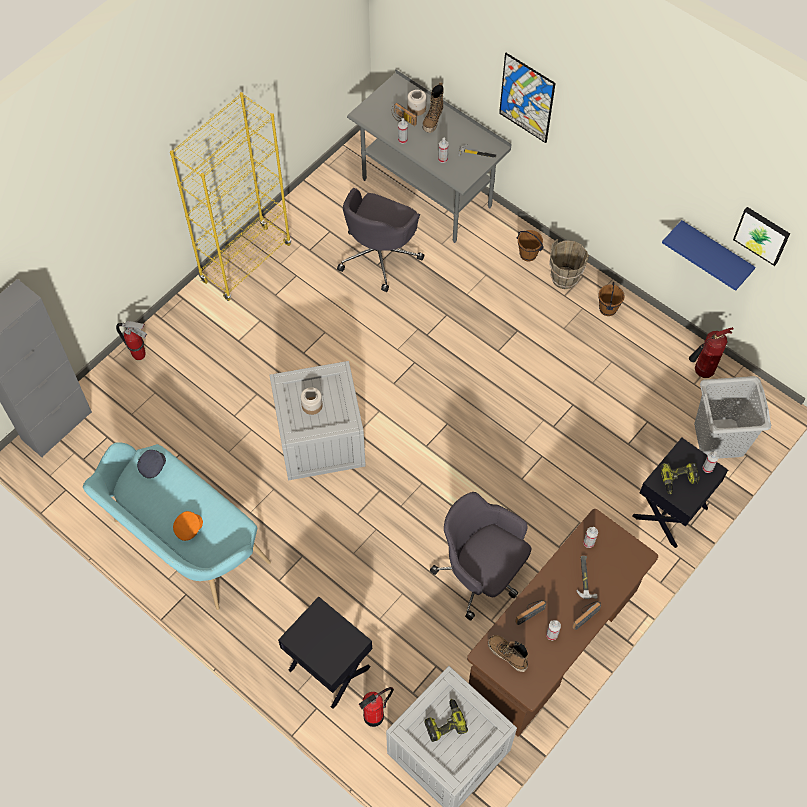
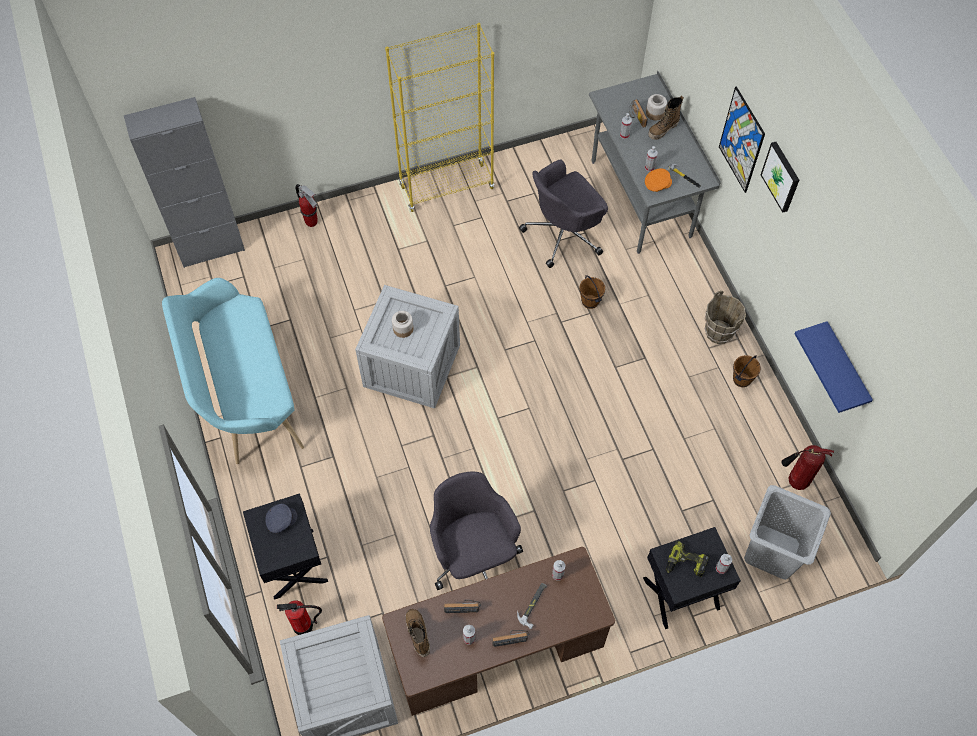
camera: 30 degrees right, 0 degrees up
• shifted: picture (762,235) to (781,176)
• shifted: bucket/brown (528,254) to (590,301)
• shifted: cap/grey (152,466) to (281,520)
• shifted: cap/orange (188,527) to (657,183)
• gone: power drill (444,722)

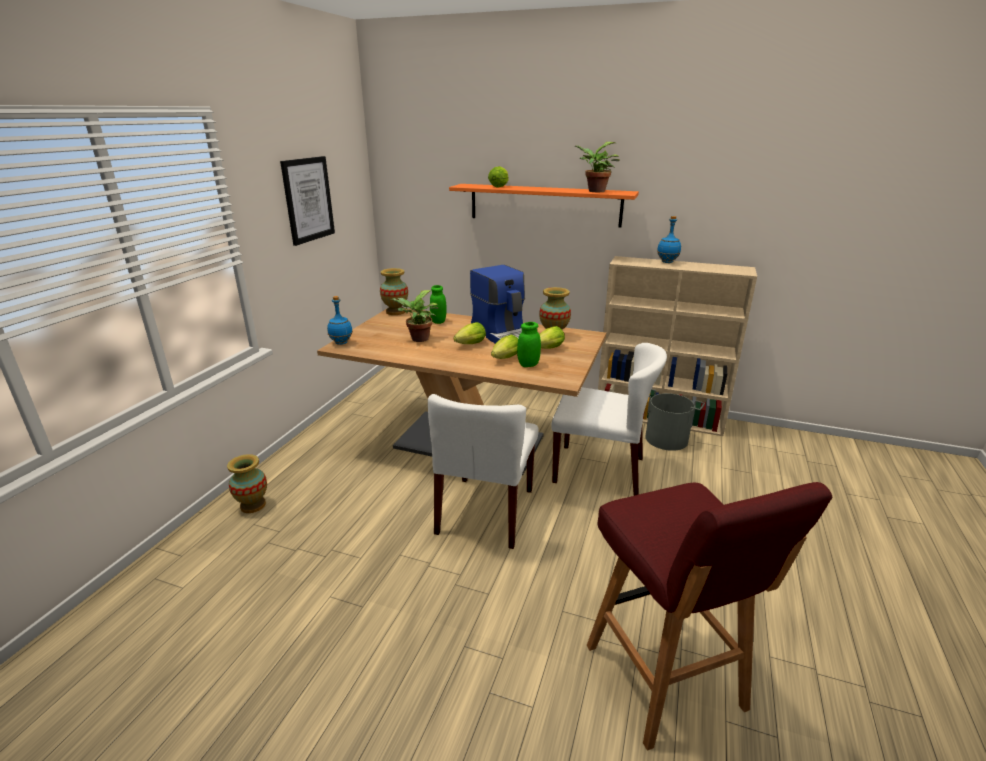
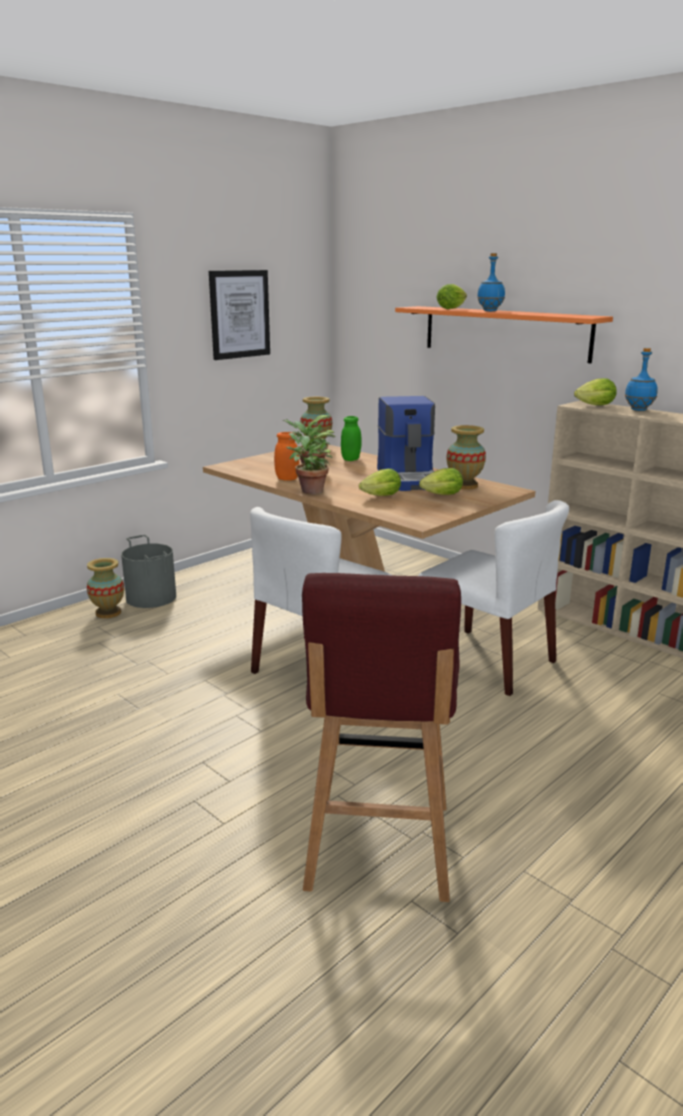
camera: 25 degrees right, 5 degrees down
• shifted: potted plant (594,191) to (309,491)
• shifted: bottle/blue (342,343) to (490,311)
• shifted: lettuce (469,345) to (593,405)
• gone: jar/green (528,364)
• shifted: bucket/grey (666,438) to (152,597)
• new: jar/orange (287,479)

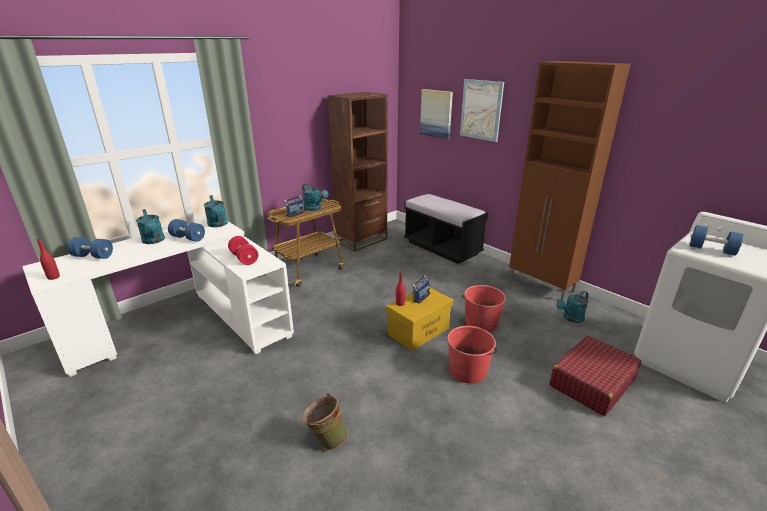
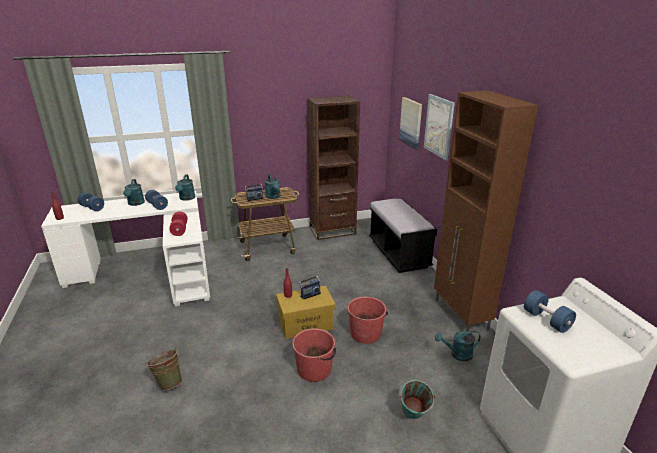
camera: 25 degrees right, 0 degrees up
• swapped: suitcase/red (591,383) to bucket/turquoise (413,418)

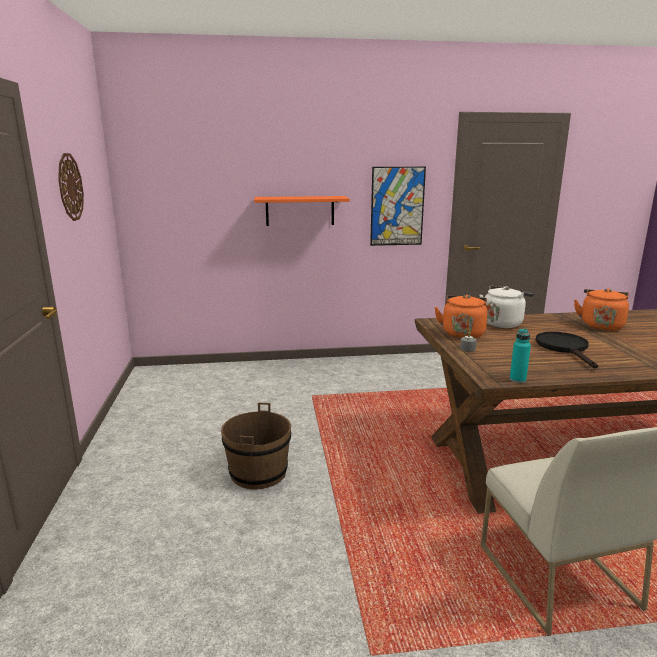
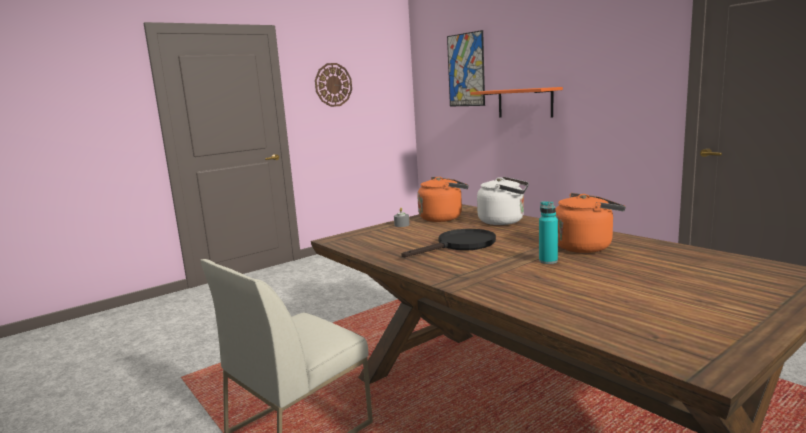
camera: 60 degrees right, 5 degrees down
• shifted: picture (397,206) to (466,70)
• shifted: bottle/turquoise (517,380) to (548,261)
• gone: bucket/brown (258,473)

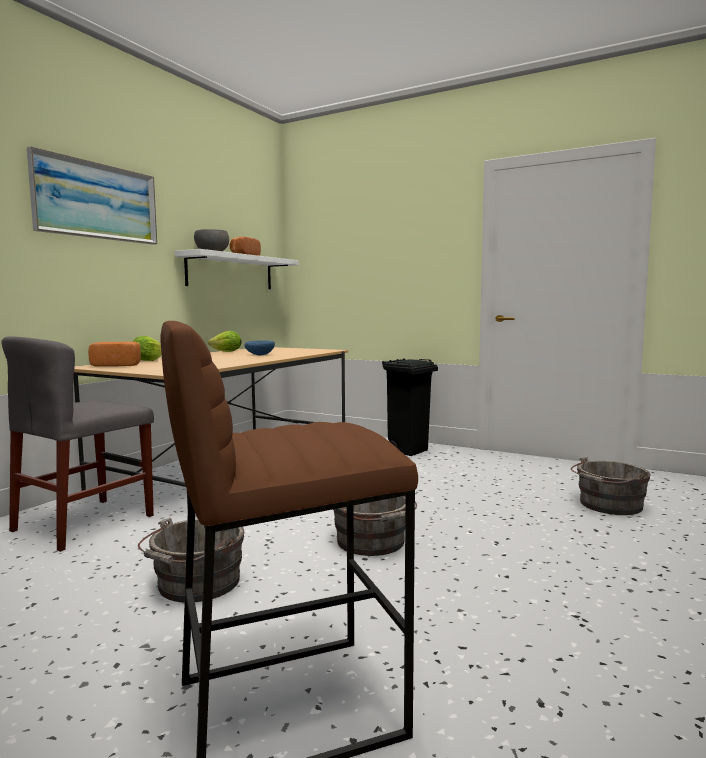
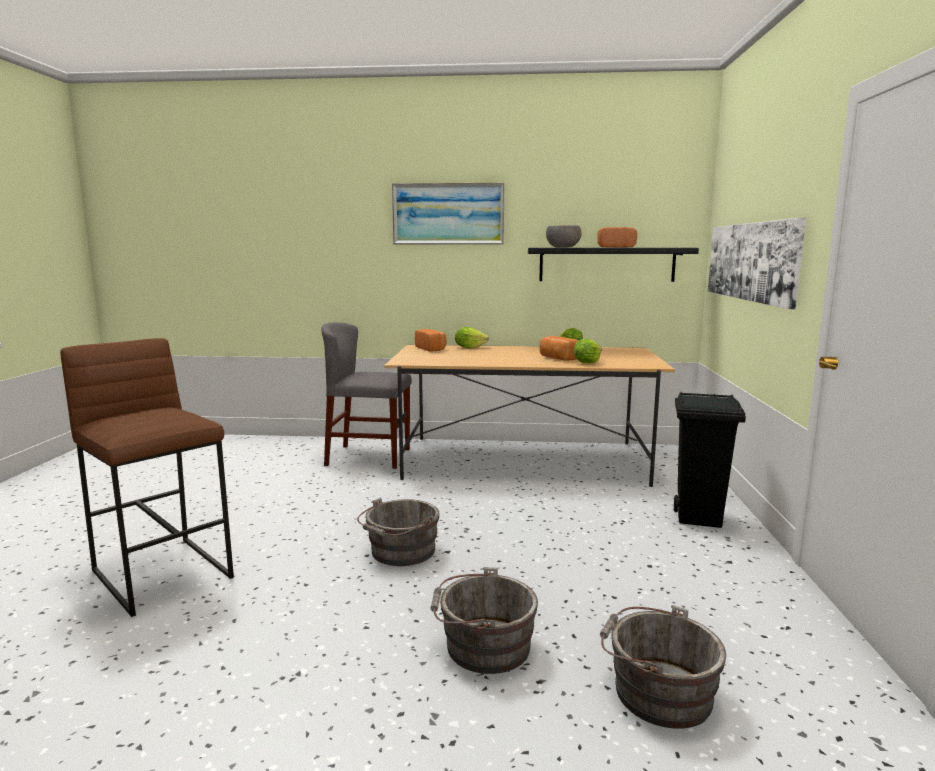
camera: 65 degrees right, 5 degrees up
• repainted: shelf/white (231,272) to shelf/black (606,264)
• swapped: bowl/blue (259,355) to bread (557,358)
• shifted: bucket/grey (195,585) to (482,646)
• new: picture (750,261)
• new: lettuce (587,363)

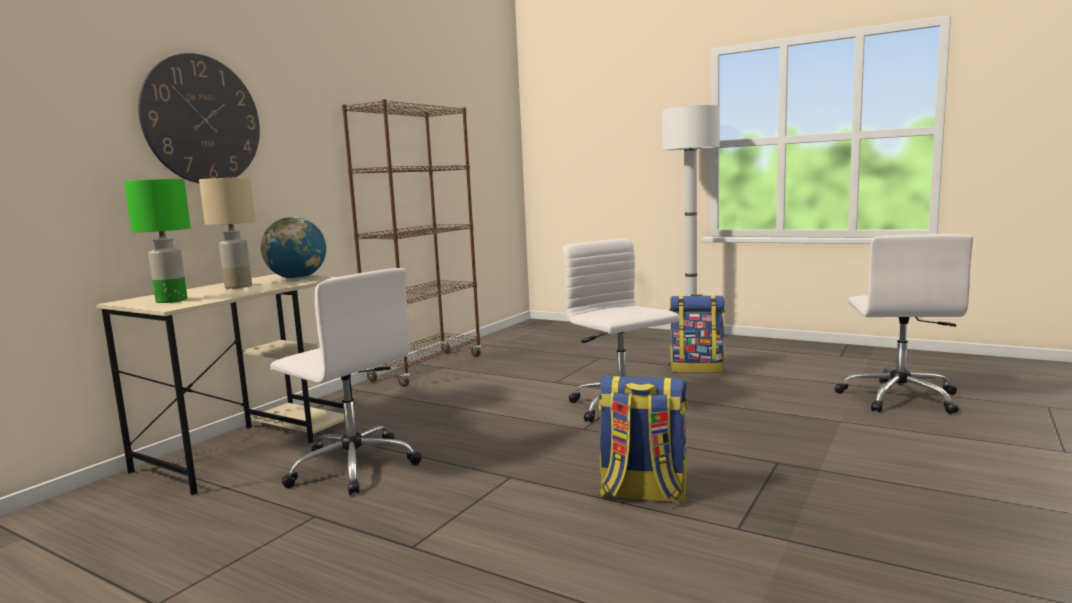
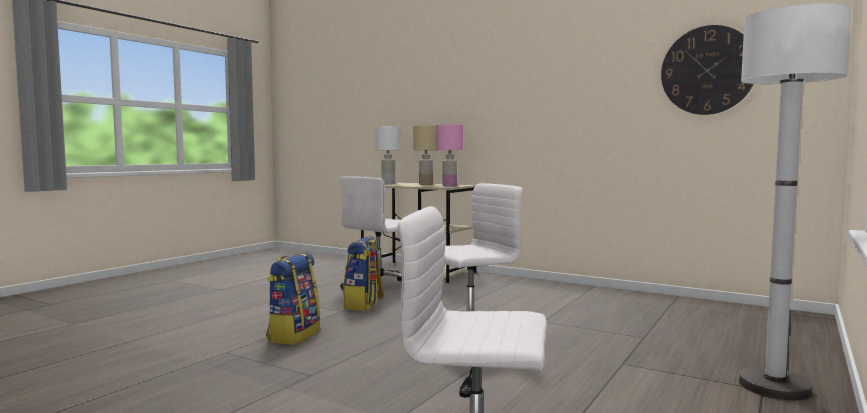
camera: 90 degrees right, 5 degrees down
• shifted: wall clock (202,120) to (707,70)
• gone: bookcase/brown (427,368)
• repainted: table lamp/green (171,300) to table lamp/white (388,183)
• swapped: globe (297,278) to table lamp/pink (449,186)
• shifted: backpack (697,368) to (364,305)

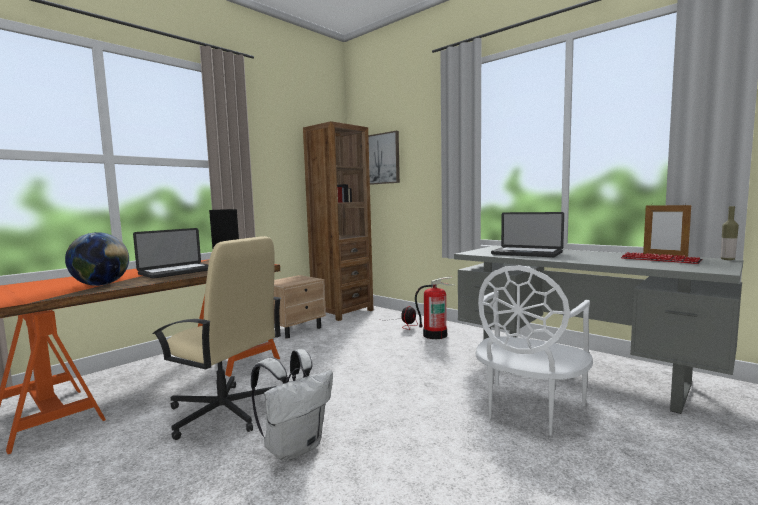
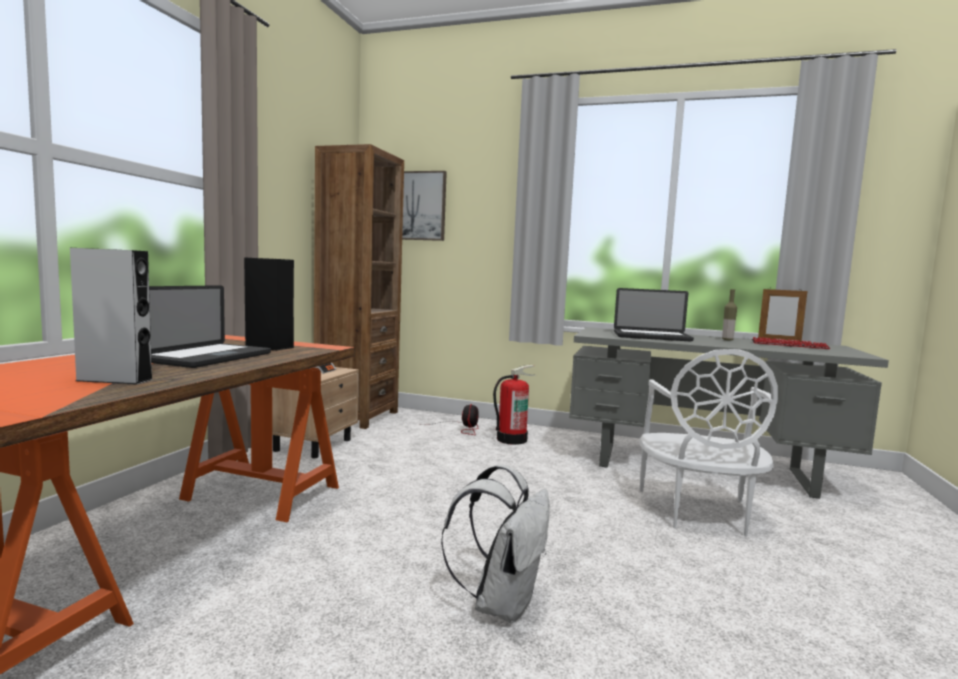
camera: 25 degrees left, 0 degrees up
• shifted: bottle (727,259) to (727,340)
• swapped: globe (101,285) to speaker/grey (115,380)
• gone: office chair/beige (224,412)

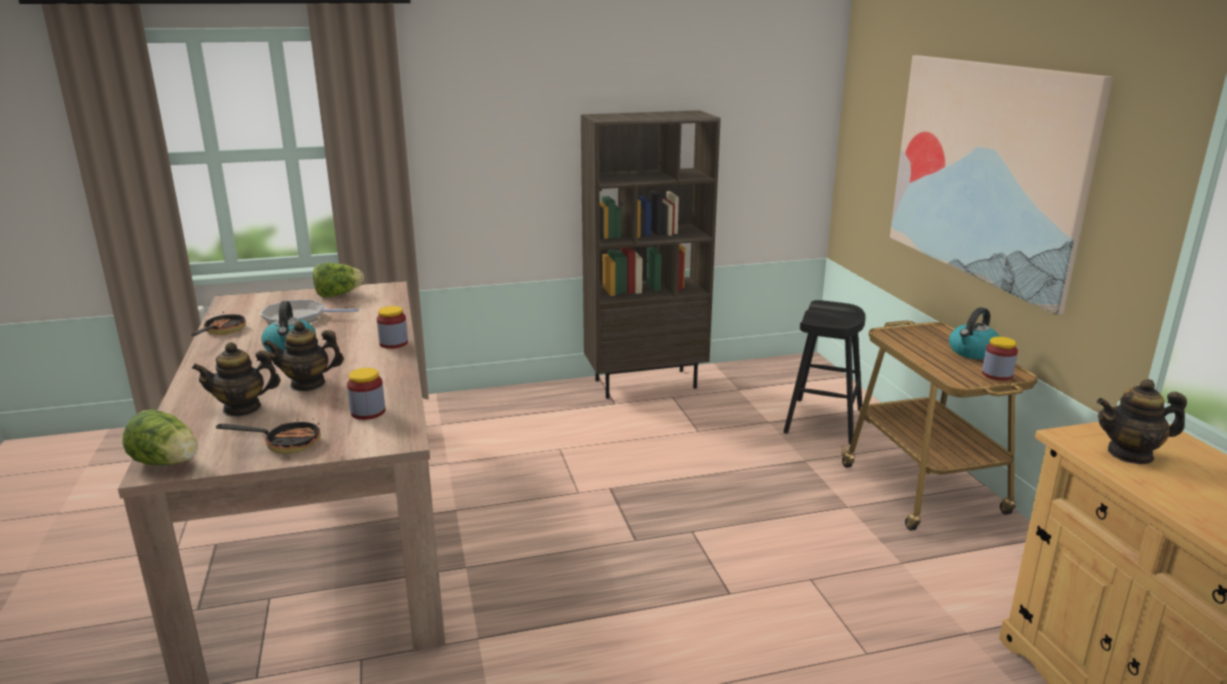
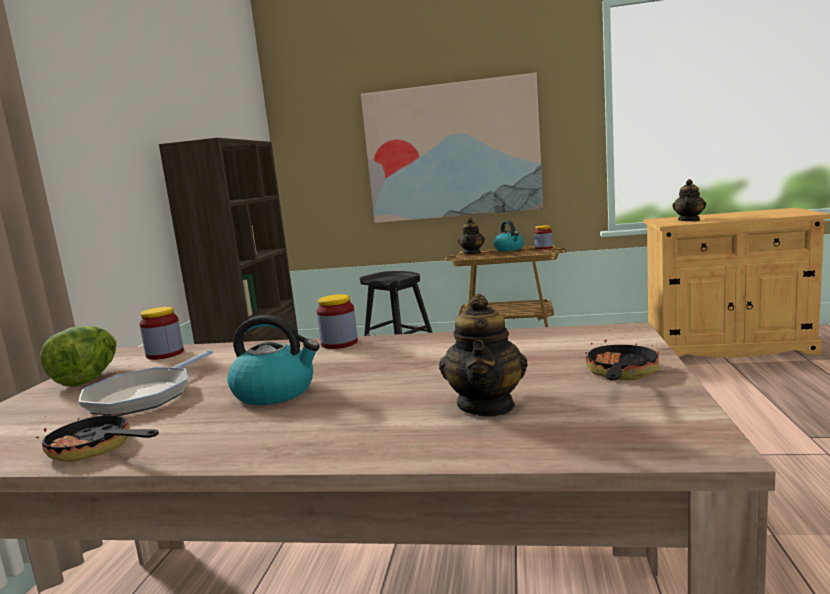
camera: 65 degrees left, 10 degrees down
• shifted: teapot (308,384) to (472,253)
• shifted: jar (368,412) to (165,354)
• gone: lettuce (167,463)

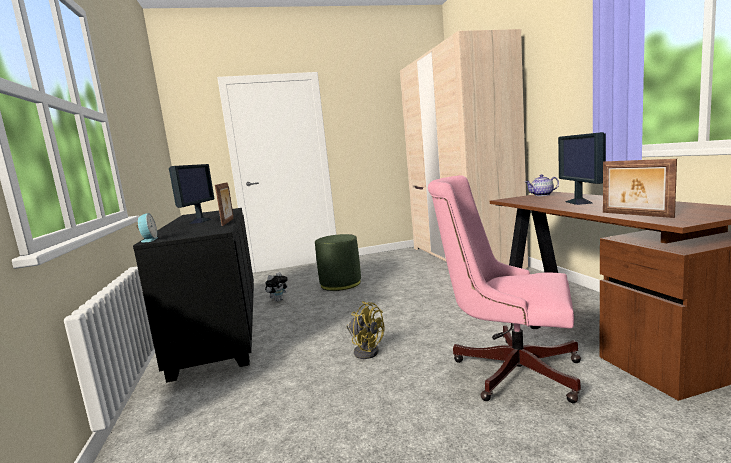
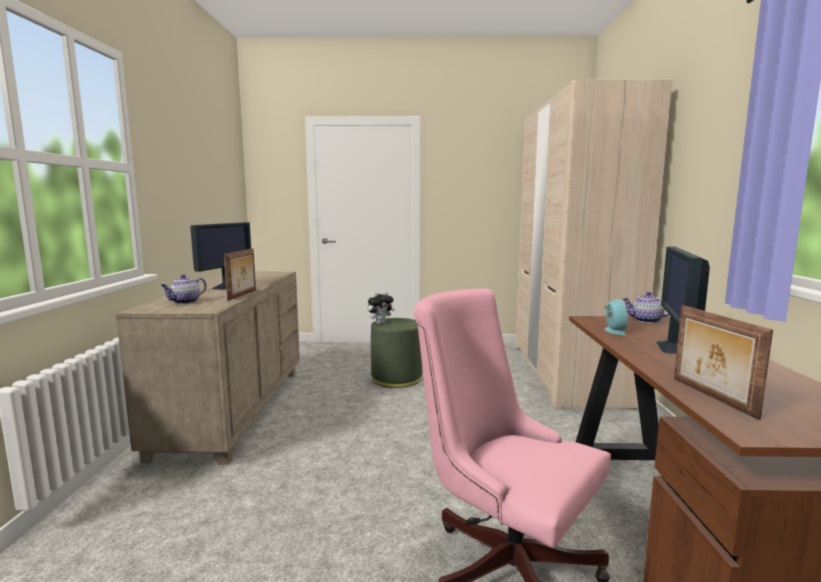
camera: 15 degrees right, 0 degrees up
• repainted: dresser/black (220,329) to dresser/beige (235,409)
• shifted: alarm clock (148,240) to (613,330)
• shifted: plush toy (278,300) to (380,323)
• gone: fan/yellow (366,350)
• new: teapot (185,302)

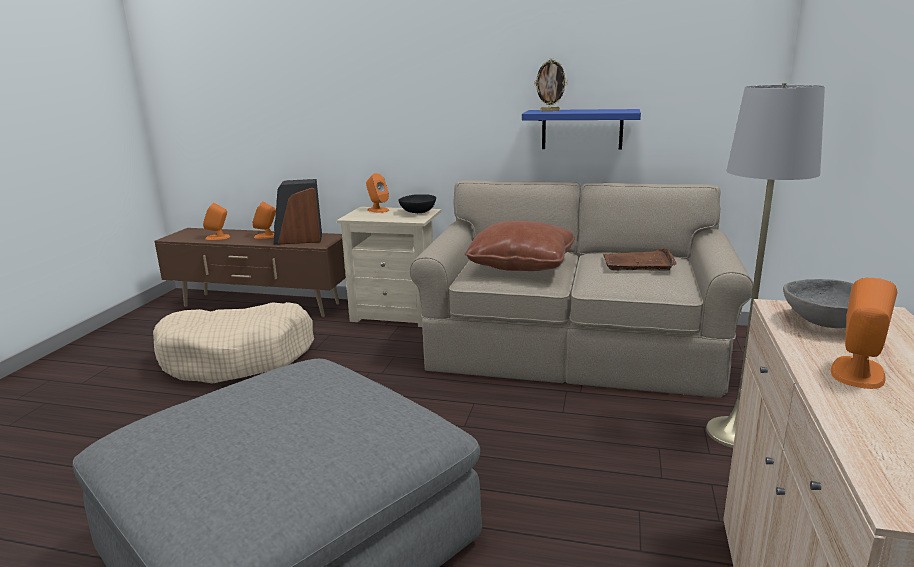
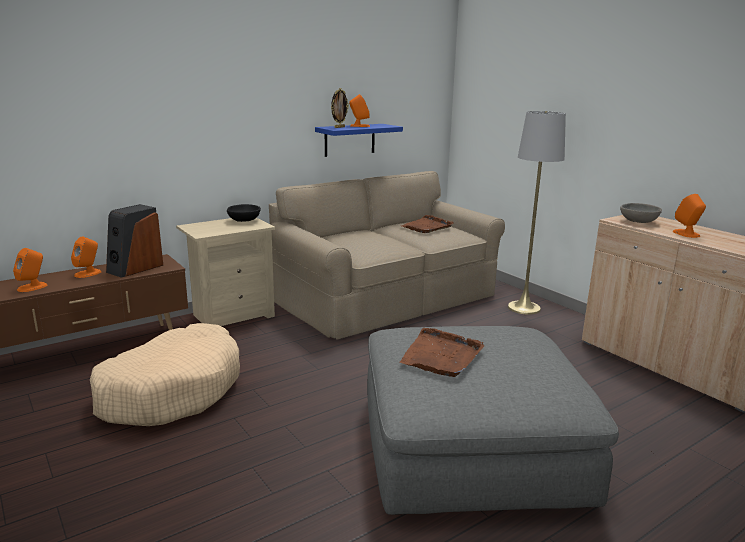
camera: 50 degrees left, 0 degrees up
• shifted: speaker/orange (378,210) to (359,126)
• gone: pillow/brown (521,264)
• new: tray/brown (441,356)

